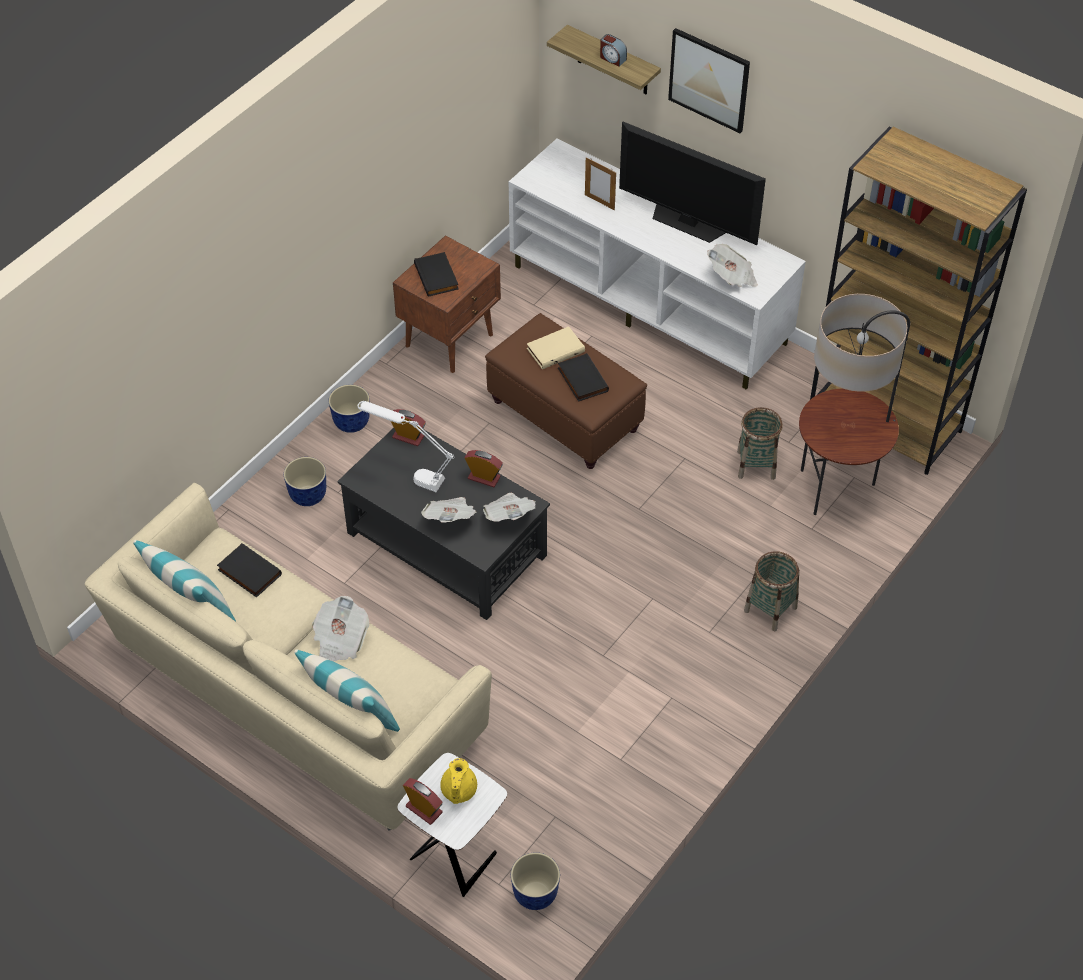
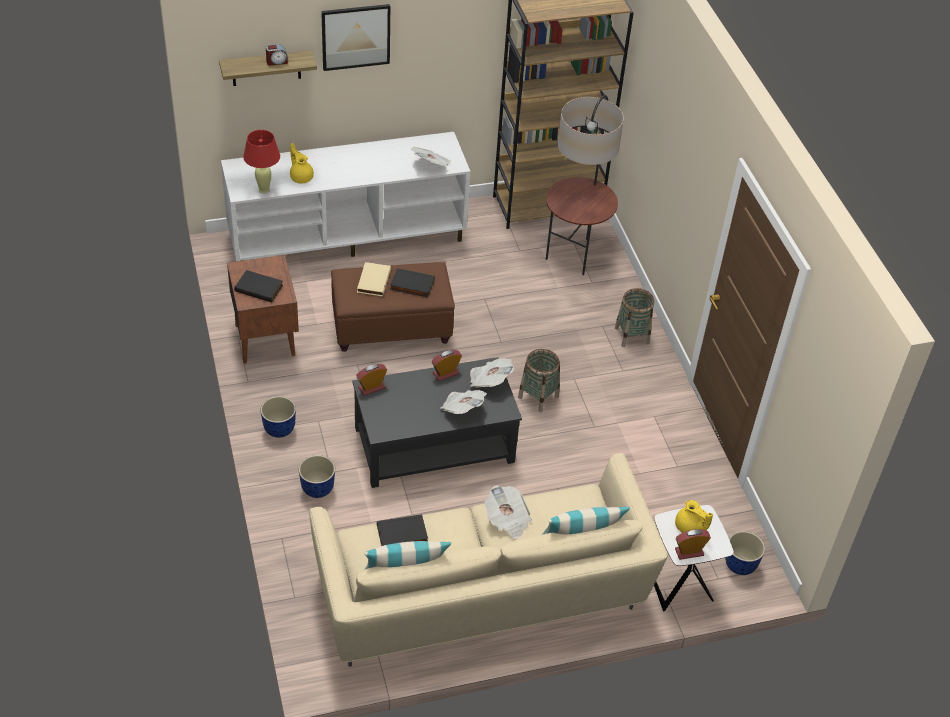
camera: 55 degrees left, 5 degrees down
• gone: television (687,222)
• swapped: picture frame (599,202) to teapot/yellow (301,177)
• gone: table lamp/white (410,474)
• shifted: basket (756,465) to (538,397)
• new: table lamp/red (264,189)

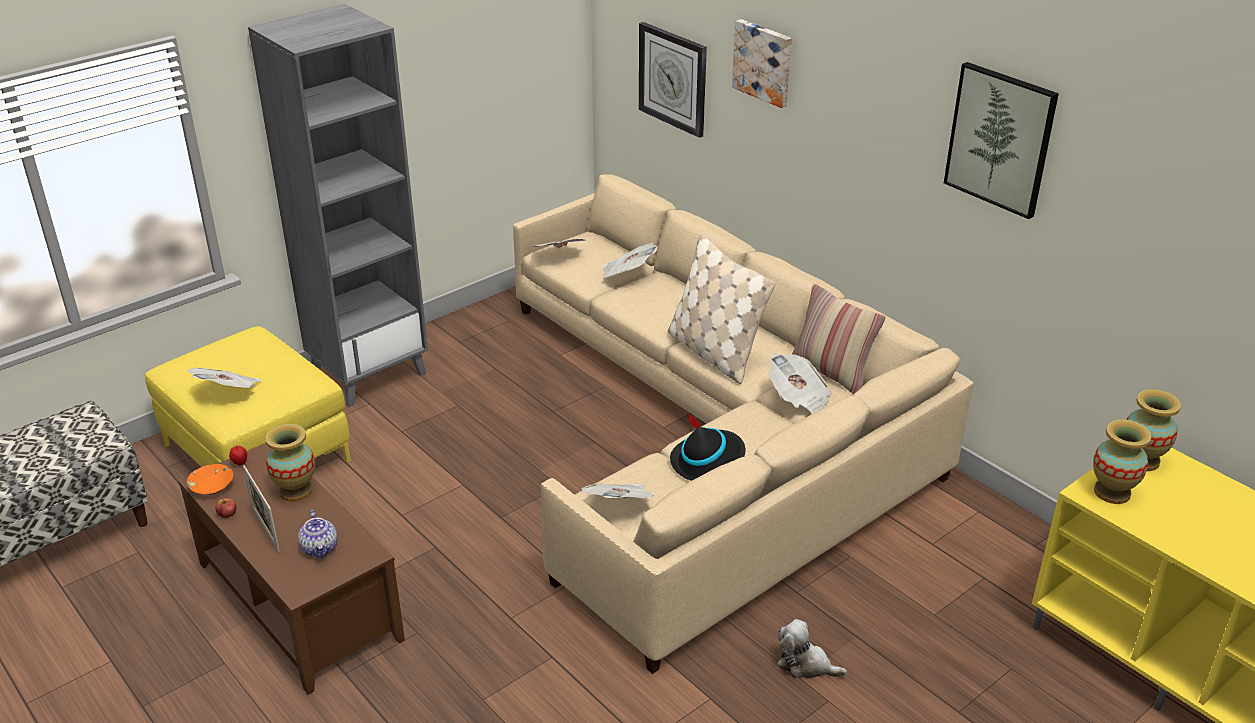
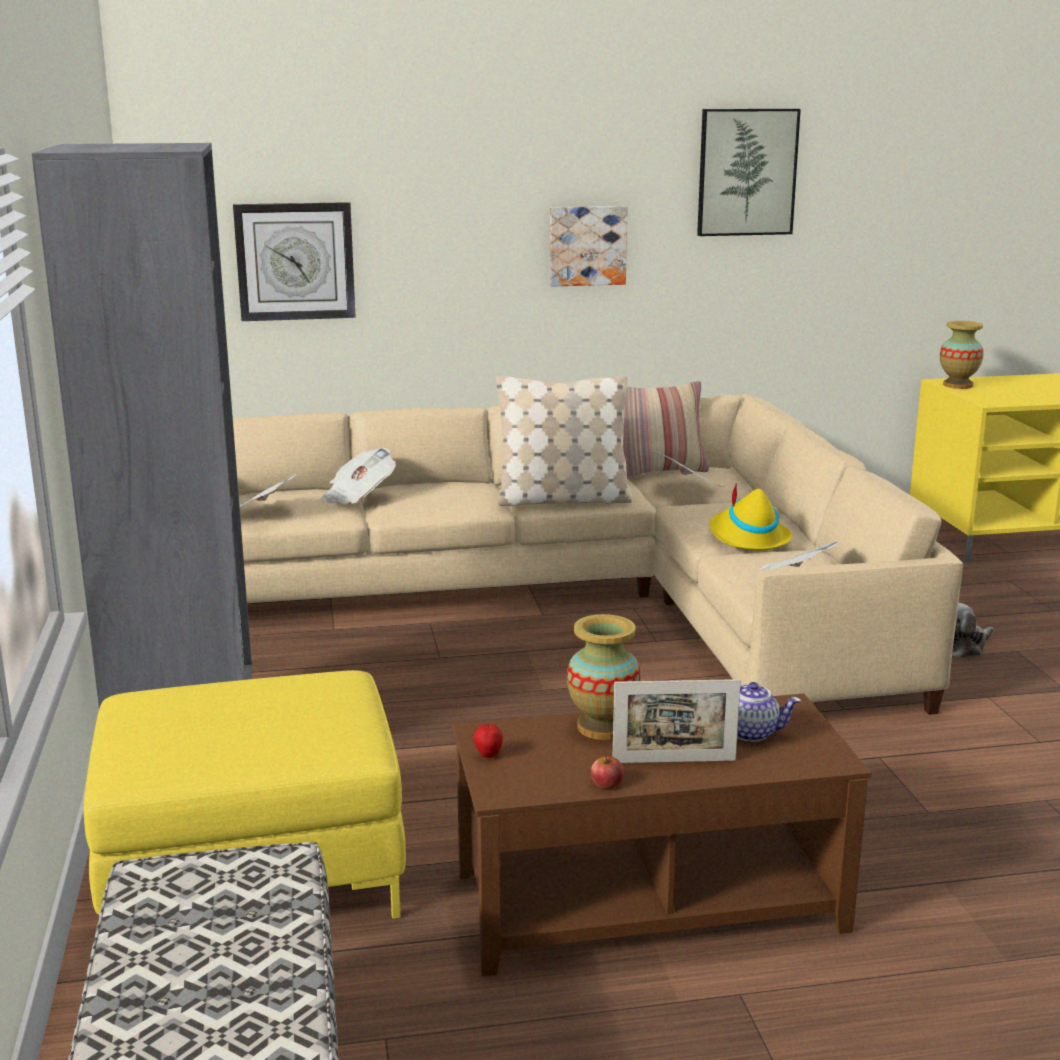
camera: 60 degrees left, 15 degrees down
• shifted: picture (764,62) to (587,245)
• gone: newspaper (229,392)
• repainted: hat/black (708,461) to hat/yellow (747,537)
• gone: vase (1112,493)
• gone: bowl/orange (211,486)

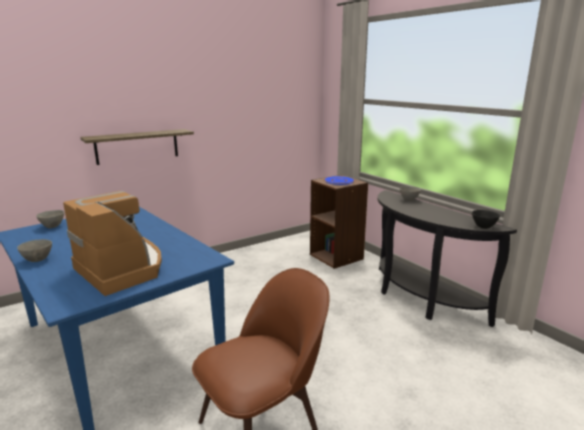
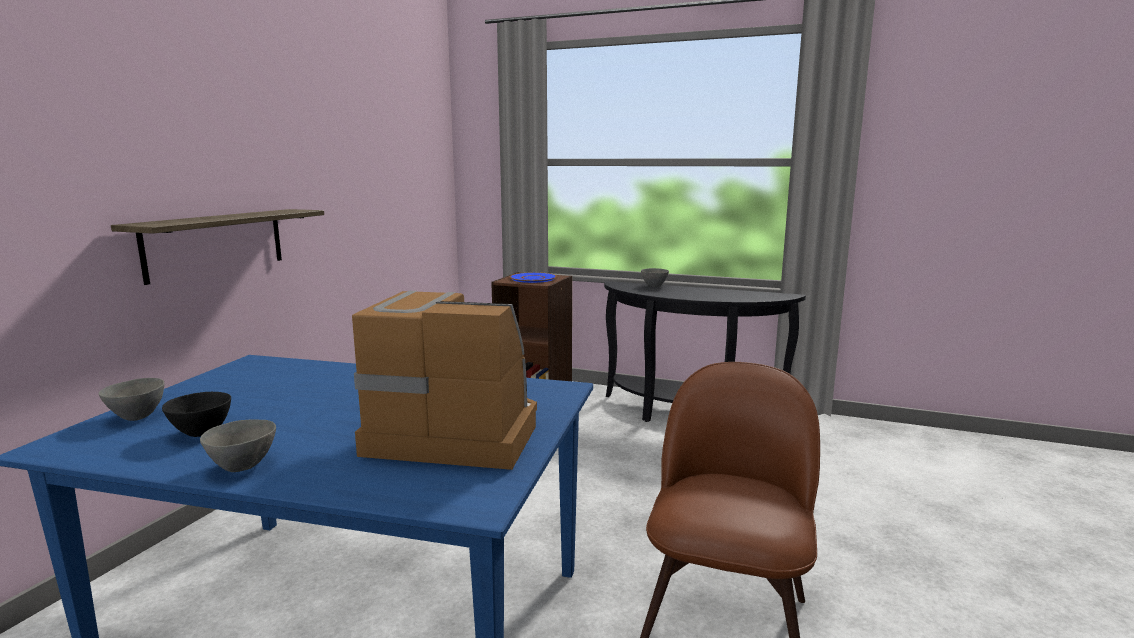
camera: 35 degrees left, 5 degrees down
• shifted: bowl/black (483,227) to (201,433)

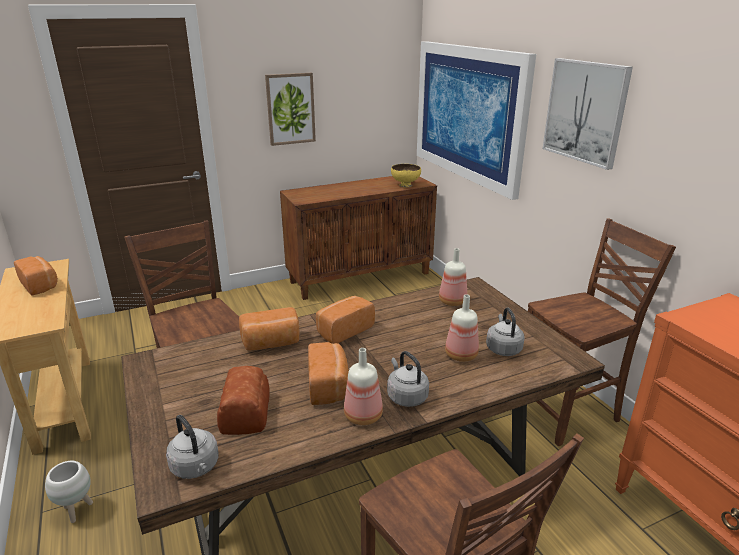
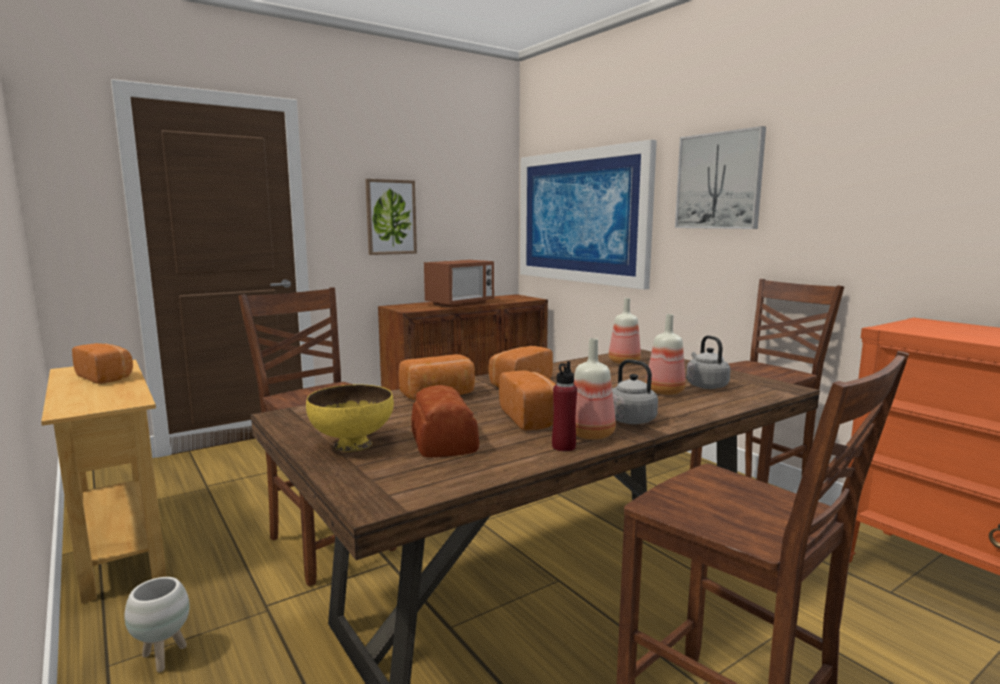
camera: 10 degrees left, 15 degrees down
• shifted: bowl/yellow (405,185) to (352,445)
• gone: kettle/grey (196,467)
• new: microwave (460,304)
• new: bottle/red (563,447)

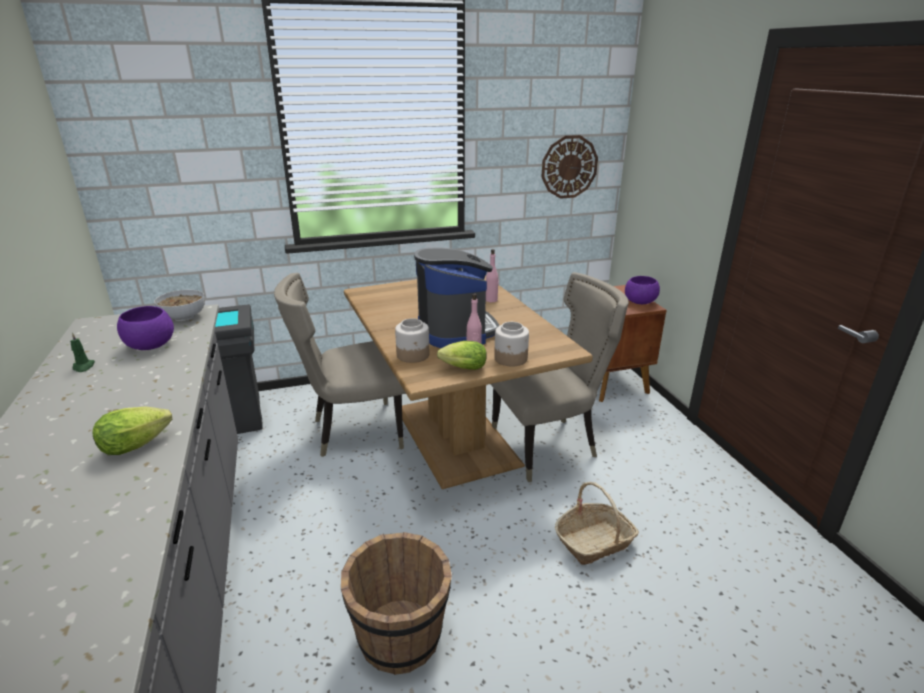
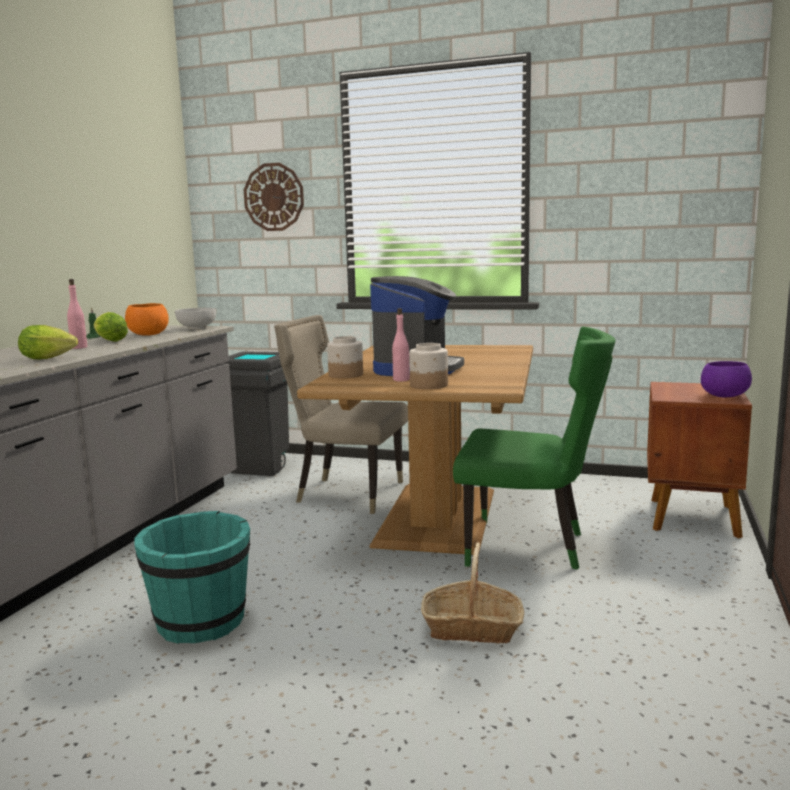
camera: 35 degrees right, 15 degrees down
• shifted: wall clock (569,167) to (274,197)
• shifted: bottle/pink (491,300) to (79,347)
• repainted: chair/beige (548,445) to chair/green (530,547)
• repainted: bowl/purple (150,346) to bowl/orange (148,334)
• shifted: lettuce (461,368) to (109,341)
• repainted: bucket/brown (401,637) to bucket/turquoise (200,622)

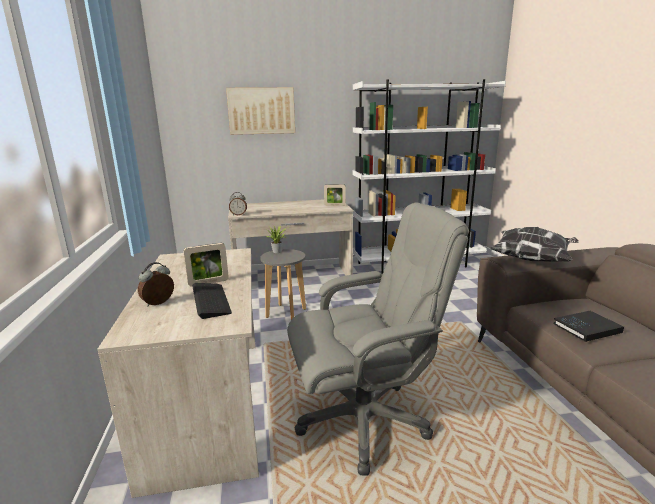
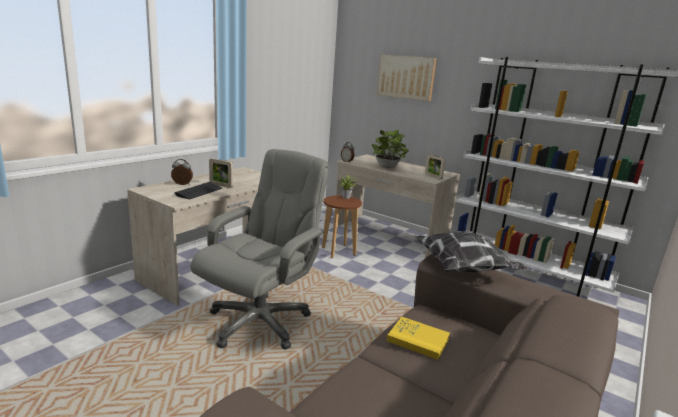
camera: 45 degrees right, 0 degrees up
• rotated: office chair/grey (364,420) = (260,321) 90 degrees counterclockwise
• repainted: stool/grey (286,313) to stool/brown (338,251)
• repainted: book/black (587,328) to book/yellow (418,339)
• new: potted plant (387,167)

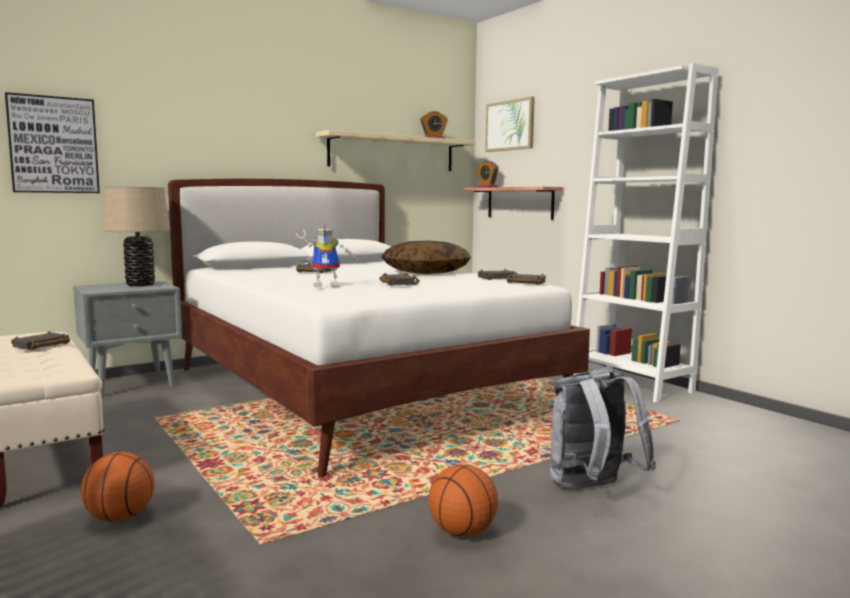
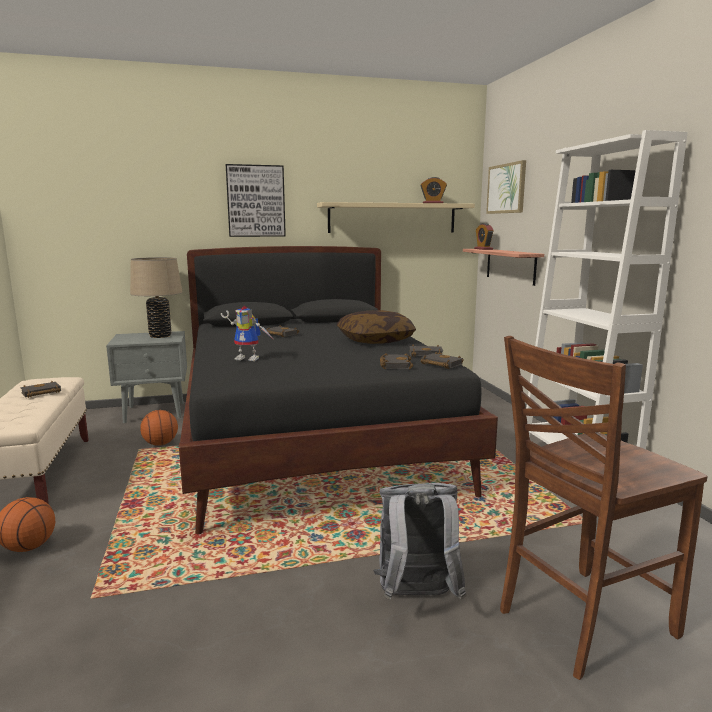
camera: 20 degrees right, 5 degrees up
• shifted: picture (53,145) to (256,201)
• repainted: bed/white (359,389) to bed/black (313,439)
• shifted: book/black (397,283) to (394,365)
• shifted: basketball (462,532) to (160,444)
• new: chair/brown (581,621)

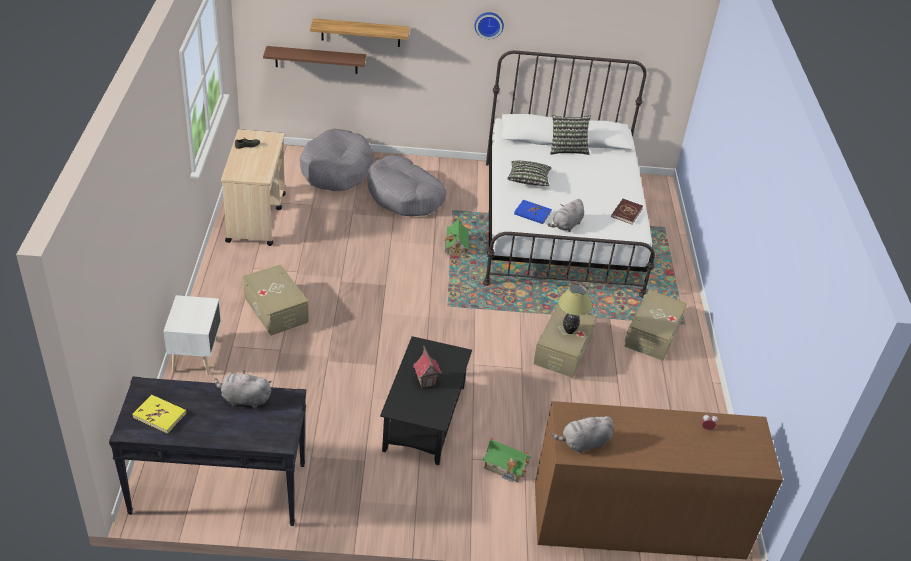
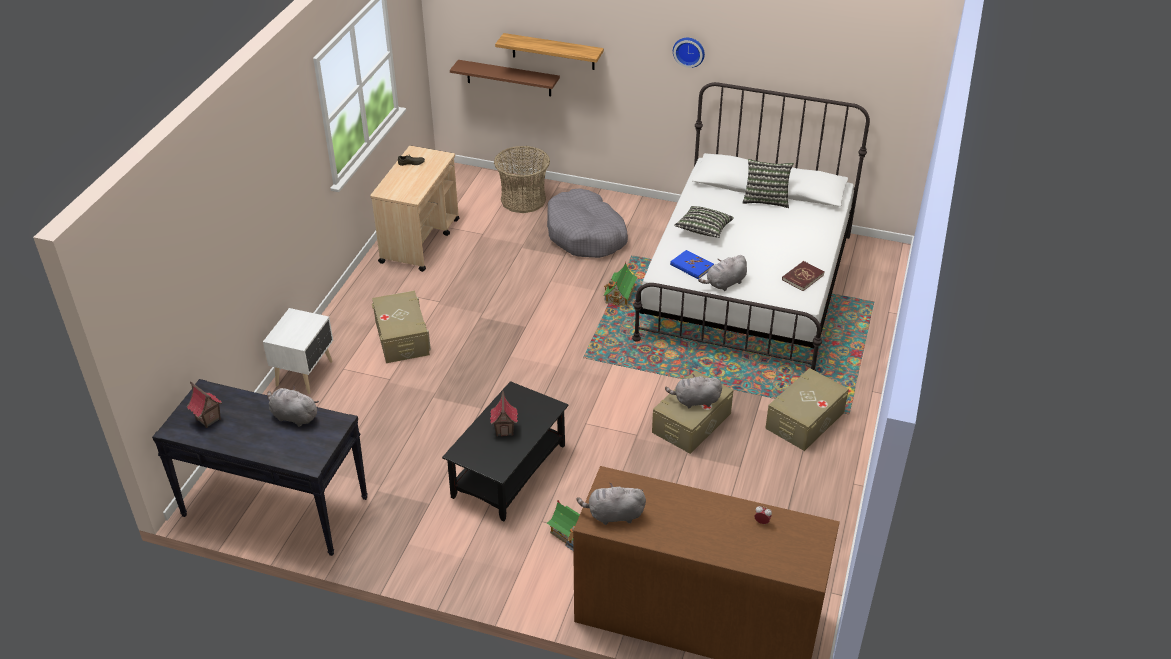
camera: 20 degrees right, 0 degrees up
• swapped: dog bed/grey (336,170) to basket (523,200)
• swapped: table lamp (569,331) to plush toy/grey (695,401)
• swapped: book/yellow (160,415) to toy house (208,419)

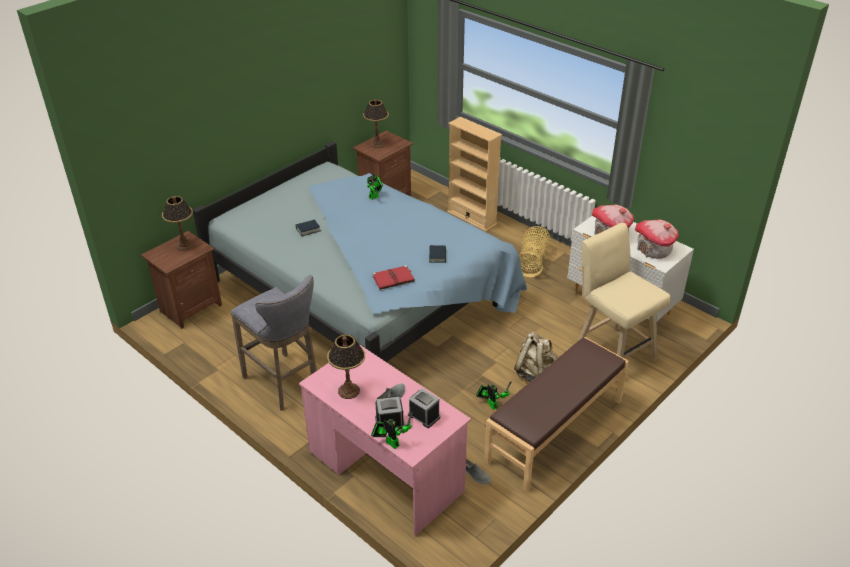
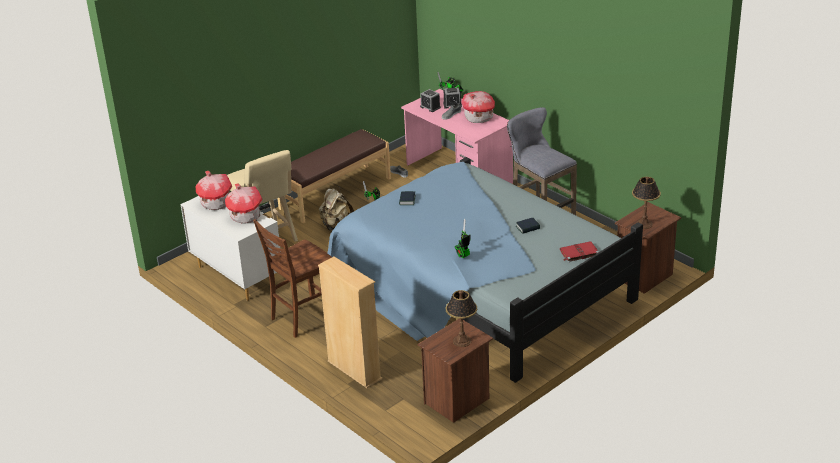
camera: 175 degrees left, 5 degrees down
• swapped: basket (532,261) to chair/brown (303,317)
• shifted: book/red (394,279) to (578,253)
• swapped: table lamp (349,391) to toy house (479,118)

